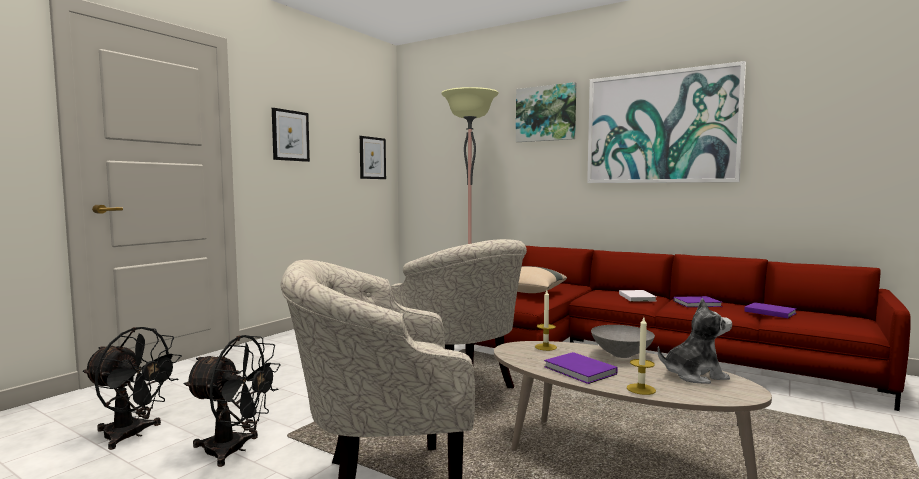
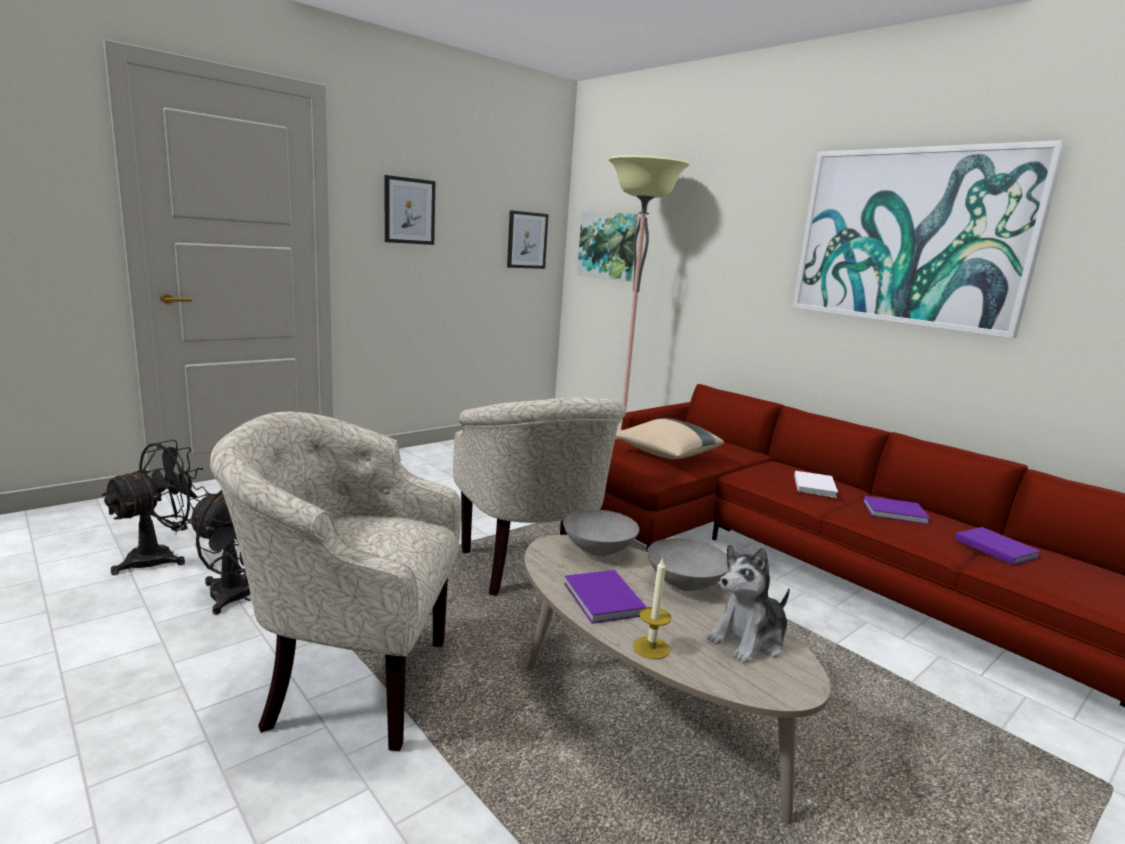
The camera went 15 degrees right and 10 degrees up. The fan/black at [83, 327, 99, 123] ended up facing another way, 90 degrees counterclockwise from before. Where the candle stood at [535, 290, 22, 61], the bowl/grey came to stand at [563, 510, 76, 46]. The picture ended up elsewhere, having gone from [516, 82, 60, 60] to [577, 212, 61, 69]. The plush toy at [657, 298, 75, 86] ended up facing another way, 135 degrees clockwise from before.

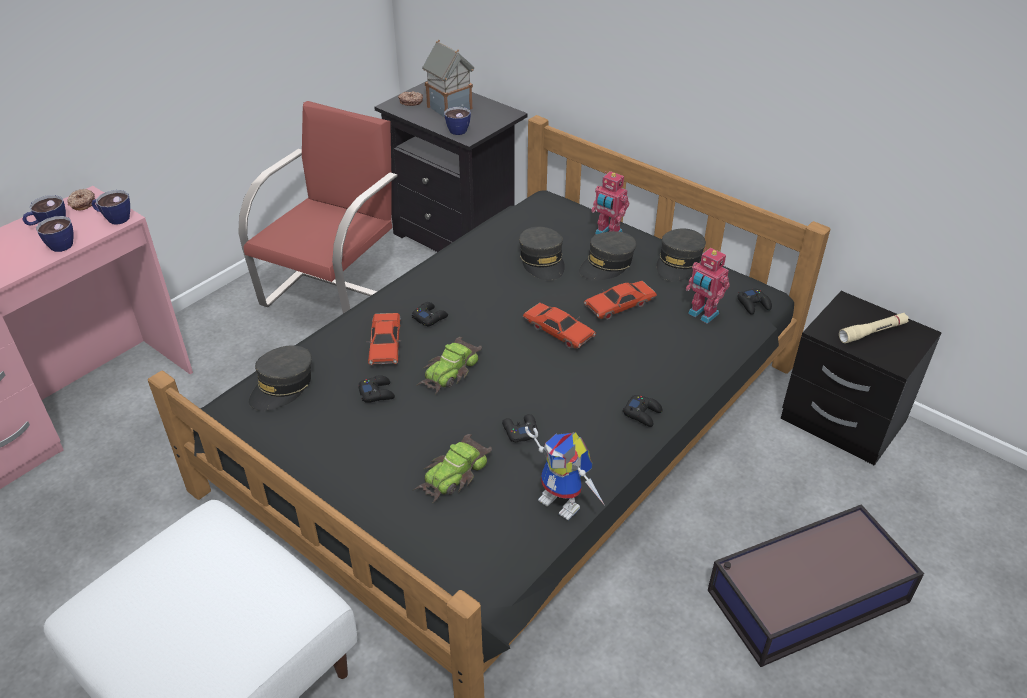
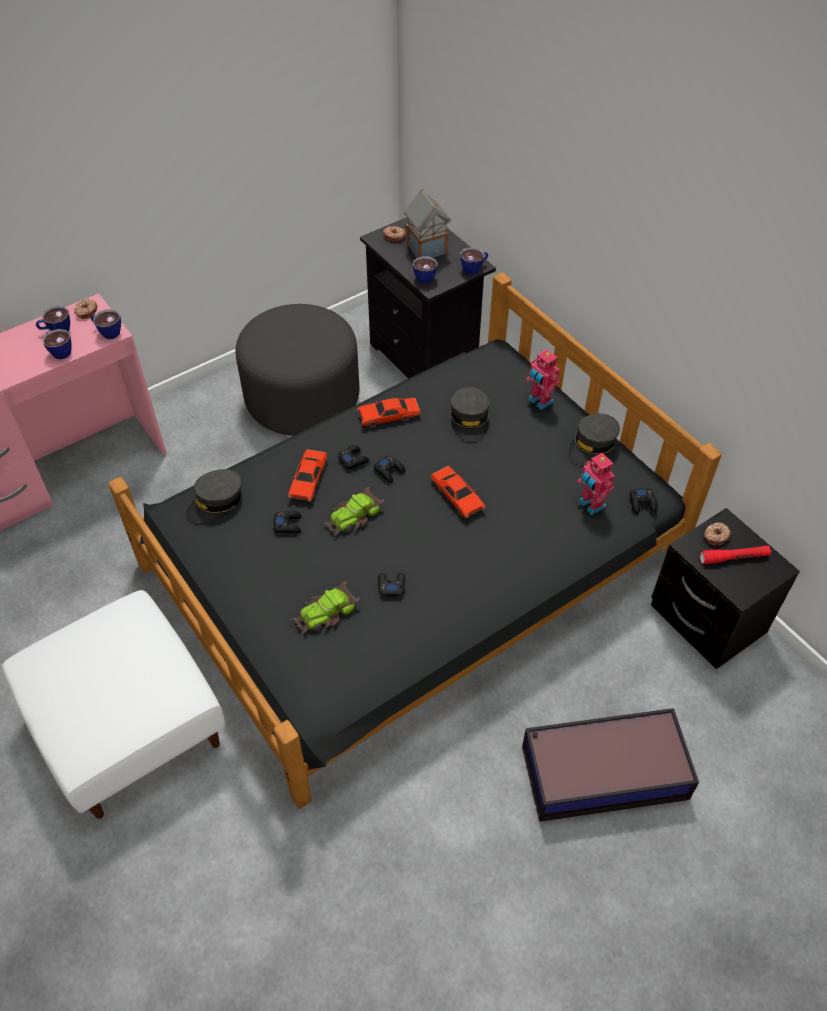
The camera went 15 degrees right and 10 degrees up. Where the chair/red stood at [238, 101, 159, 213], the ottoman/grey came to stand at [236, 304, 123, 132]. The toy car/red ended up elsewhere, having gone from [584, 281, 73, 39] to [357, 398, 64, 29]. The game controller/black ended up elsewhere, having gone from [623, 395, 39, 32] to [374, 455, 32, 28]. The second view gained the cup at [460, 247, 28, 28]. What was the flashlight/beige at [839, 313, 70, 30] turned into the flashlight/red at [700, 546, 72, 18]. The second view gained the donut at [704, 522, 27, 23]. The second view lost the toy robot at [525, 426, 79, 94]. The second view lost the cap/grey at [579, 231, 58, 49].

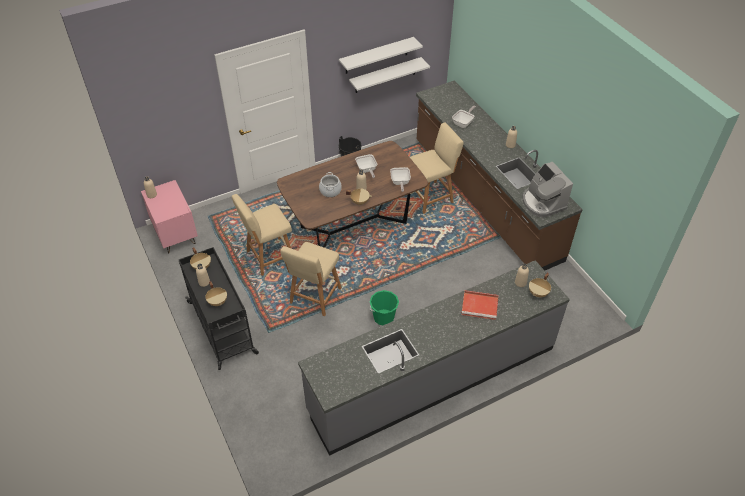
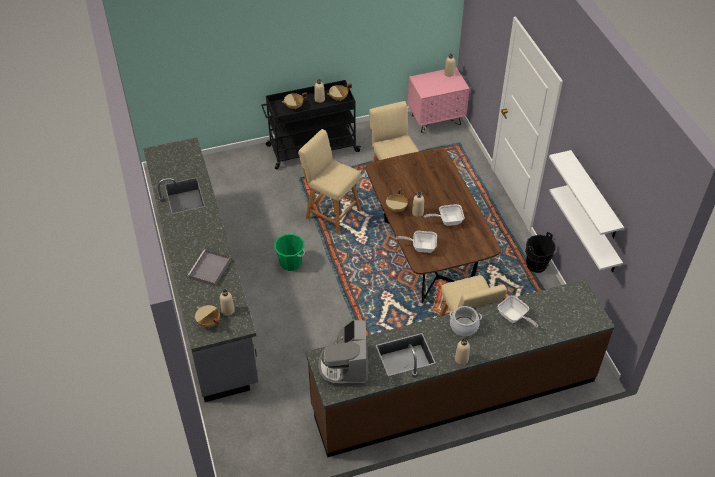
The camera went 100 degrees right and 0 degrees up. What was the tray/red at [461, 290, 38, 30] turned into the tray/grey at [187, 249, 44, 37]. The coffee machine at [522, 162, 51, 55] ended up facing another way, 75 degrees counterclockwise from before. The cooking pot ended up elsewhere, having gone from [319, 172, 23, 25] to [449, 306, 33, 30].

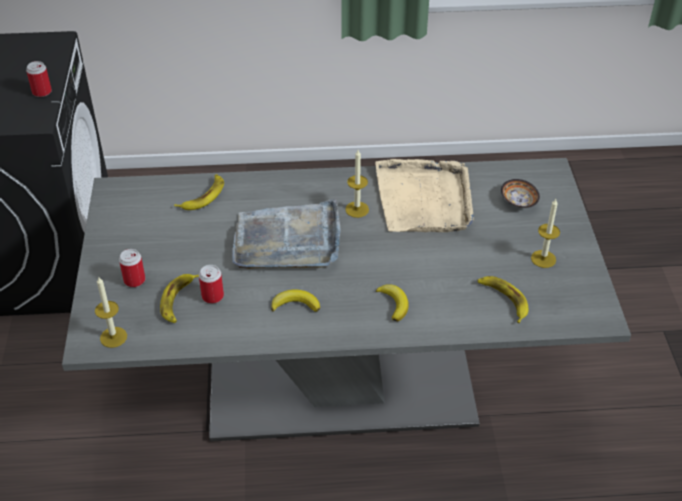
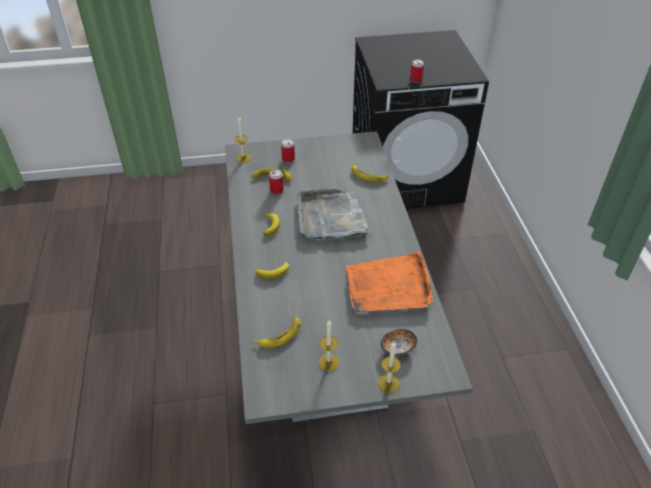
The camera went 85 degrees right and 0 degrees up. What was the tray/beige at [375, 159, 99, 73] turned into the tray/orange at [346, 251, 87, 61]. The candle ended up elsewhere, having gone from [345, 150, 24, 68] to [378, 342, 23, 51].

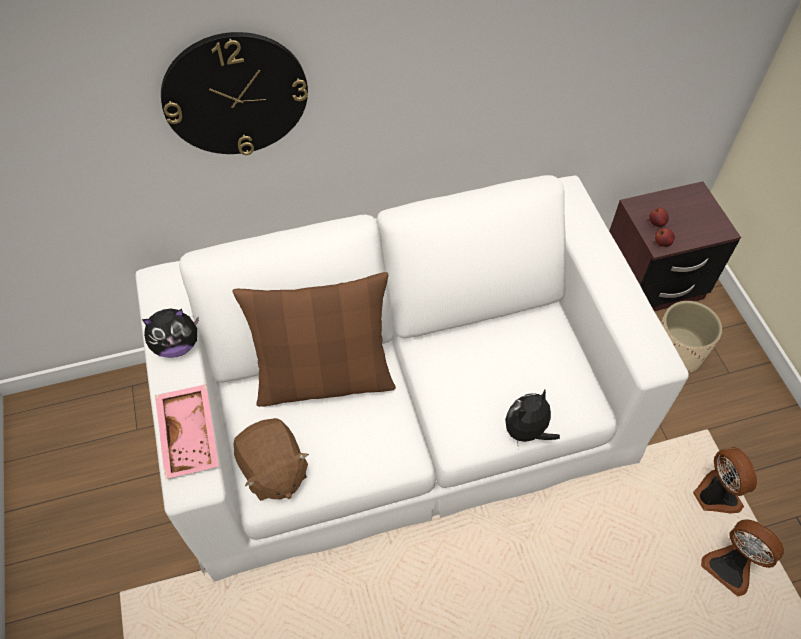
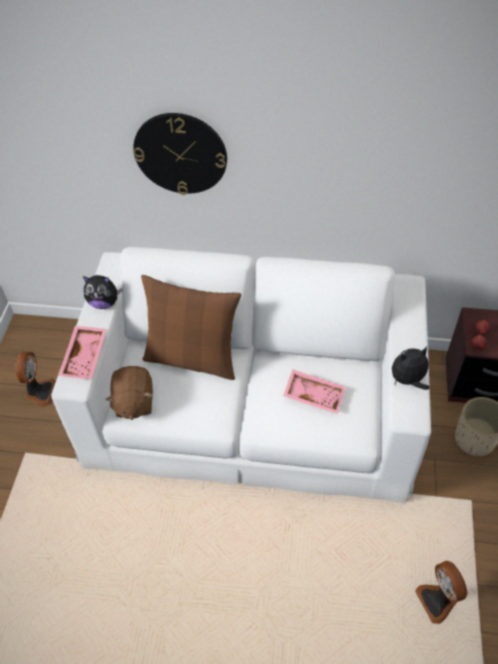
The camera went 25 degrees right and 5 degrees down. The fan ended up elsewhere, having gone from [693, 447, 64, 66] to [15, 352, 41, 55]. The second view gained the tray/pink at [283, 370, 63, 44]. The plush toy ended up elsewhere, having gone from [505, 390, 55, 53] to [392, 347, 37, 43].

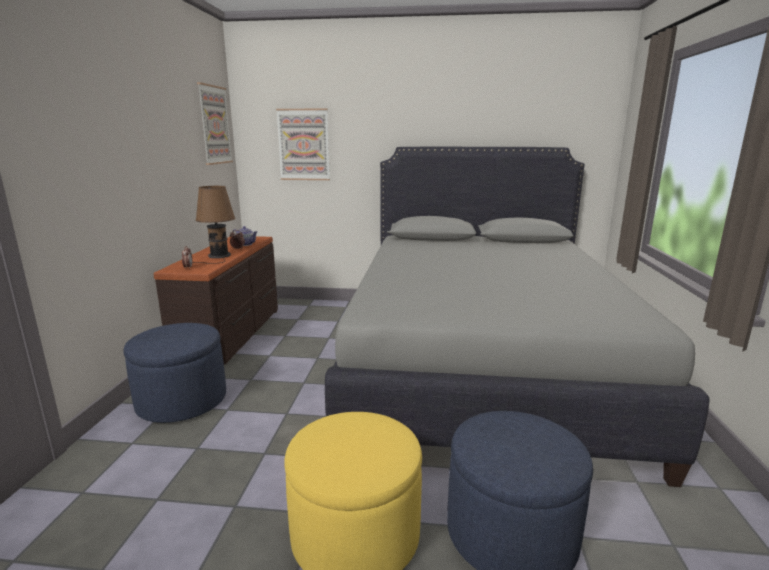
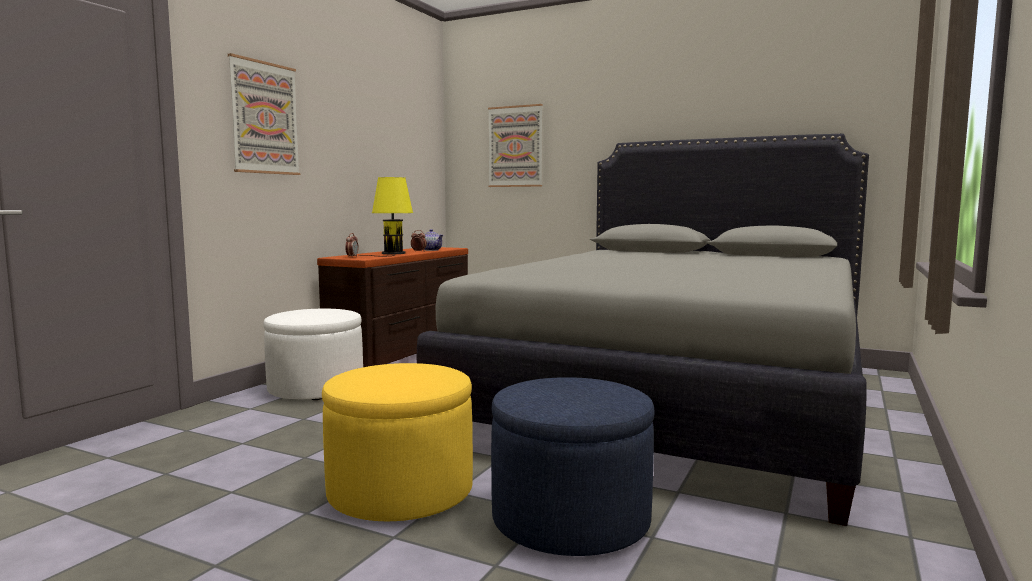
The camera went 20 degrees right and 10 degrees down. The picture ended up elsewhere, having gone from [197, 82, 36, 83] to [228, 53, 72, 122]. What was the ottoman/blue at [124, 323, 102, 100] turned into the ottoman/white at [263, 309, 100, 91]. What was the table lamp/brown at [193, 186, 43, 78] turned into the table lamp/yellow at [359, 177, 54, 79].

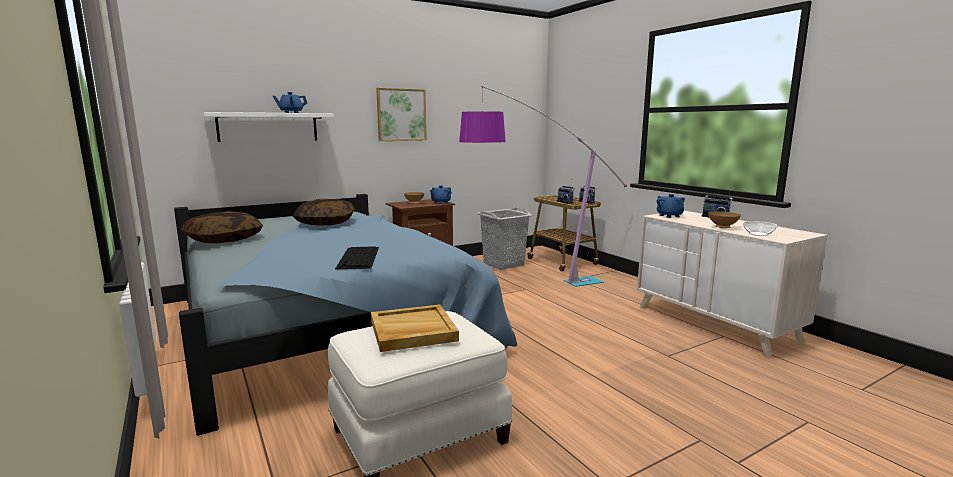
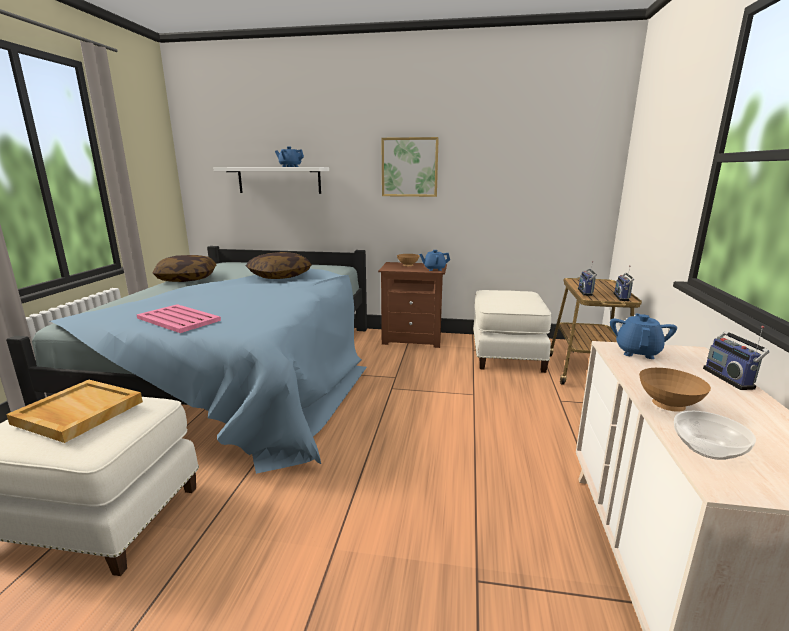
The camera went 40 degrees right and 5 degrees up. Where the keyboard stood at [335, 246, 44, 23], the tray/pink came to stand at [136, 304, 85, 29]. Where the laundry basket/grey stood at [477, 208, 56, 62], the ottoman/white came to stand at [473, 290, 78, 83]. The second view lost the floor lamp at [459, 86, 168, 201].

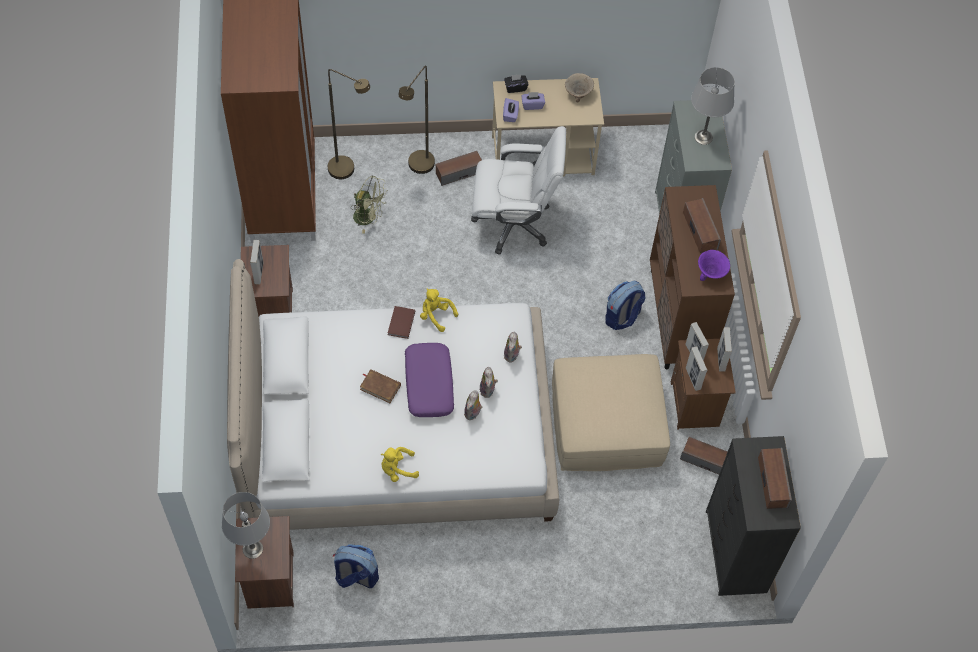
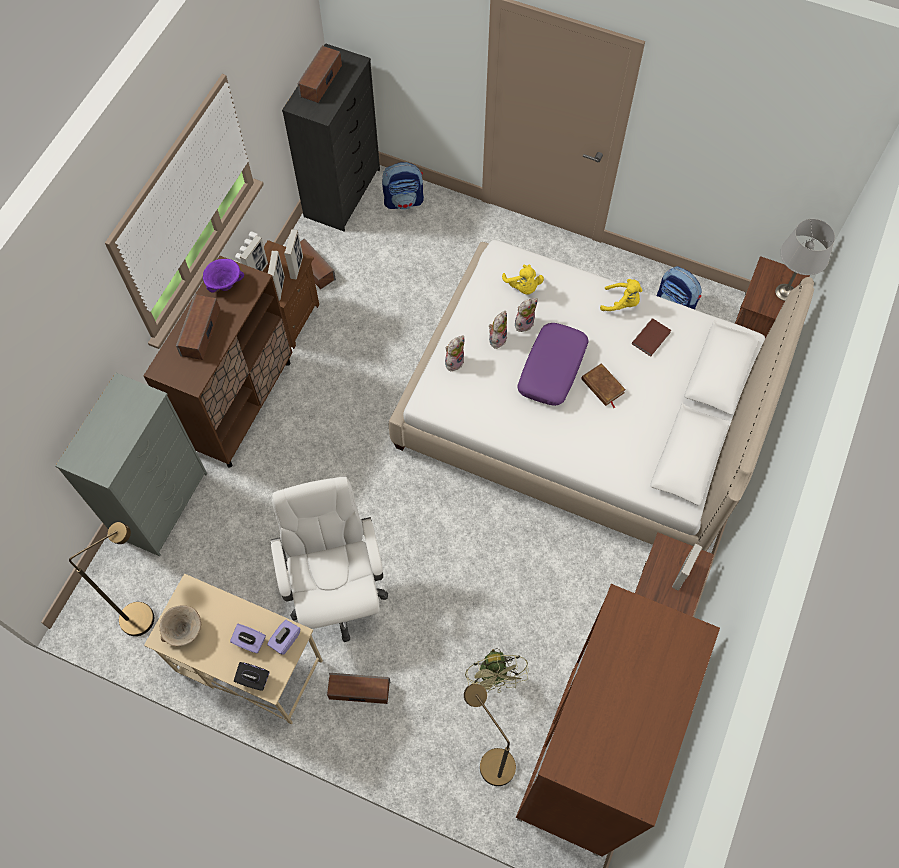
The camera went 150 degrees left and 5 degrees up. The floor lamp/brown ended up elsewhere, having gone from [398, 66, 37, 108] to [69, 522, 85, 114]. The office chair/white at [471, 126, 95, 129] ended up facing another way, 45 degrees clockwise from before. The backpack ended up elsewhere, having gone from [605, 281, 40, 49] to [382, 162, 42, 47]. The fan/green at [350, 176, 38, 57] ended up facing another way, 150 degrees counterclockwise from before. The plush toy/yellow ended up elsewhere, having gone from [420, 289, 38, 43] to [502, 265, 42, 30]. The book/brown ended up elsewhere, having gone from [388, 306, 28, 33] to [632, 318, 39, 39]. The second view lost the ottoman/beige at [552, 354, 118, 117]. The second view lost the table lamp/grey at [691, 67, 44, 78].

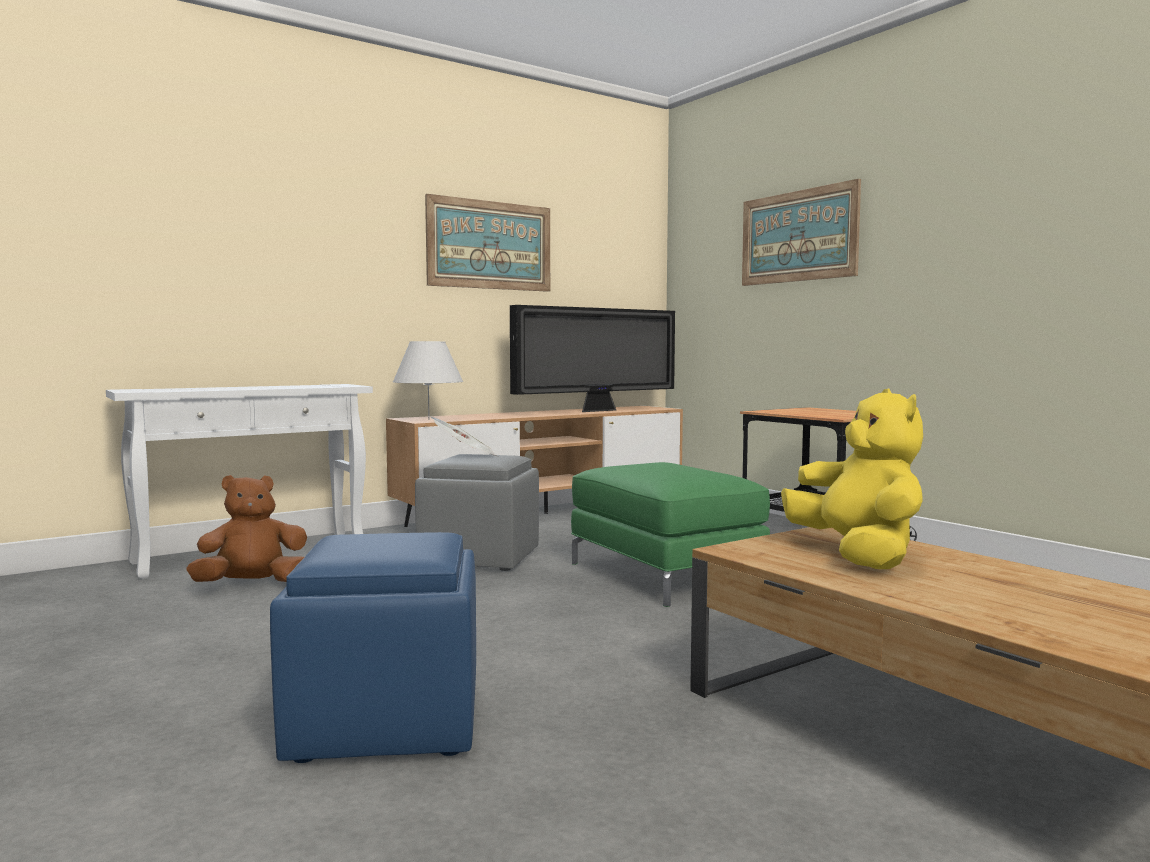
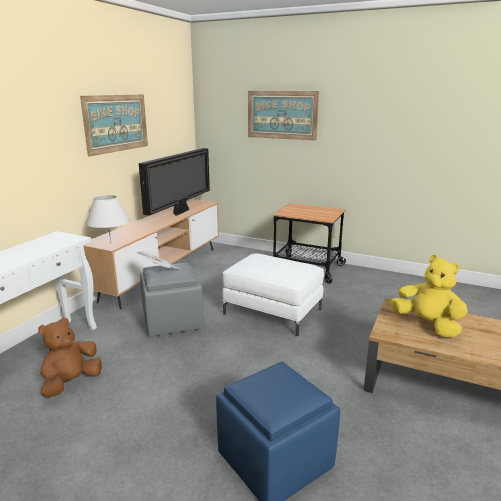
The camera went 30 degrees left and 15 degrees up. What was the ottoman/green at [571, 462, 199, 145] turned into the ottoman/white at [222, 254, 102, 83].

